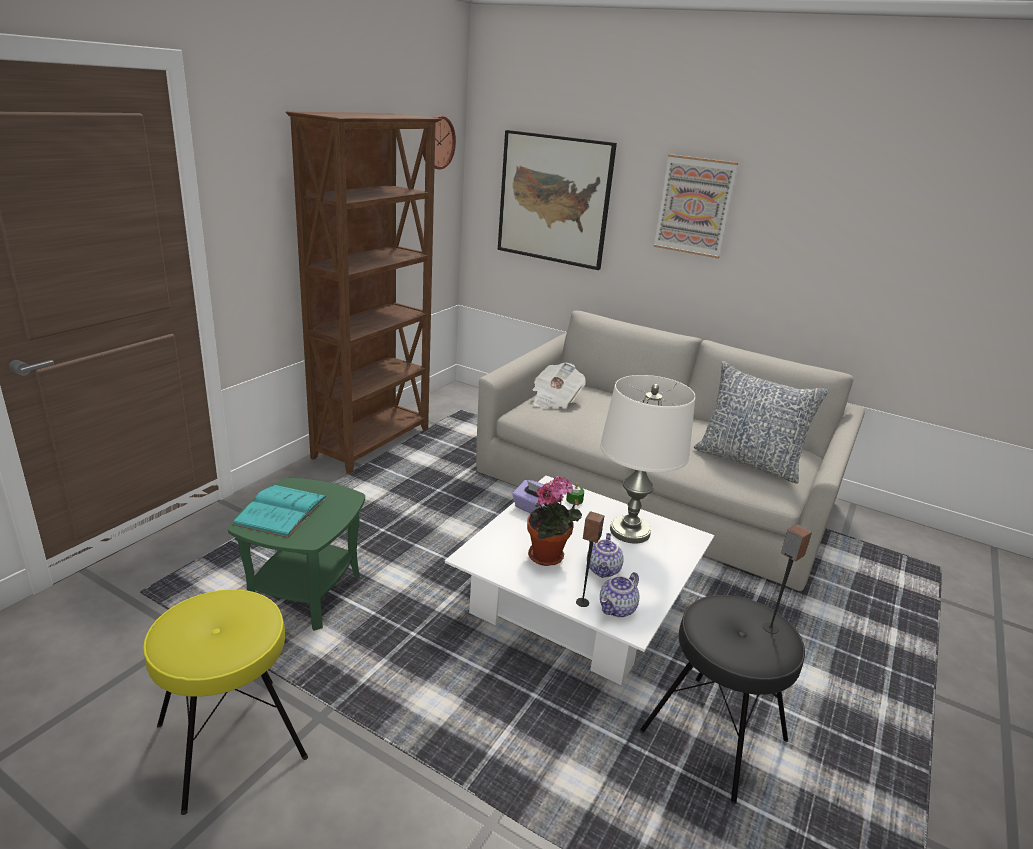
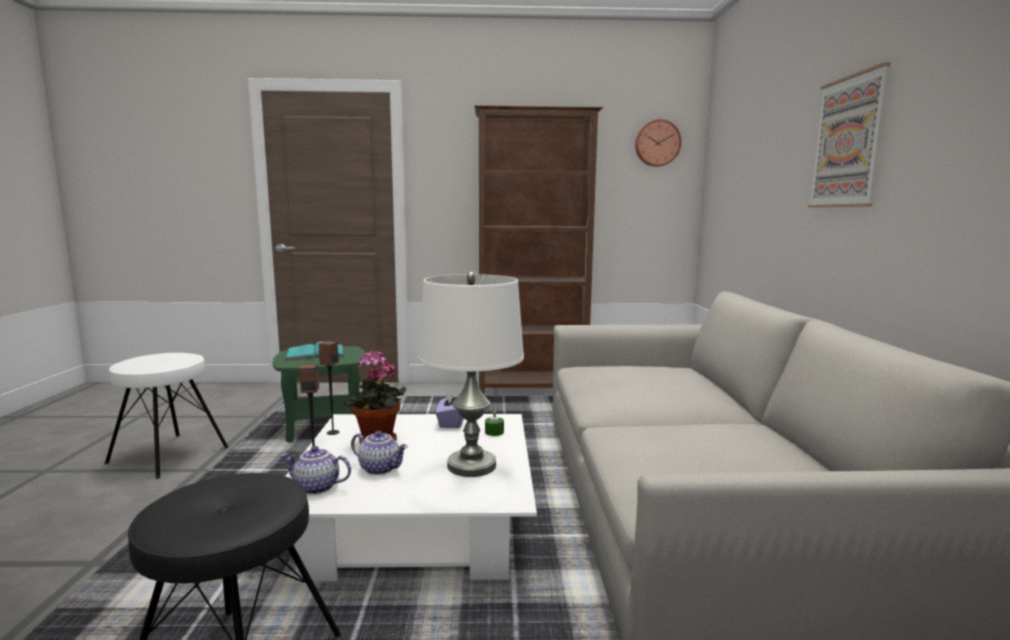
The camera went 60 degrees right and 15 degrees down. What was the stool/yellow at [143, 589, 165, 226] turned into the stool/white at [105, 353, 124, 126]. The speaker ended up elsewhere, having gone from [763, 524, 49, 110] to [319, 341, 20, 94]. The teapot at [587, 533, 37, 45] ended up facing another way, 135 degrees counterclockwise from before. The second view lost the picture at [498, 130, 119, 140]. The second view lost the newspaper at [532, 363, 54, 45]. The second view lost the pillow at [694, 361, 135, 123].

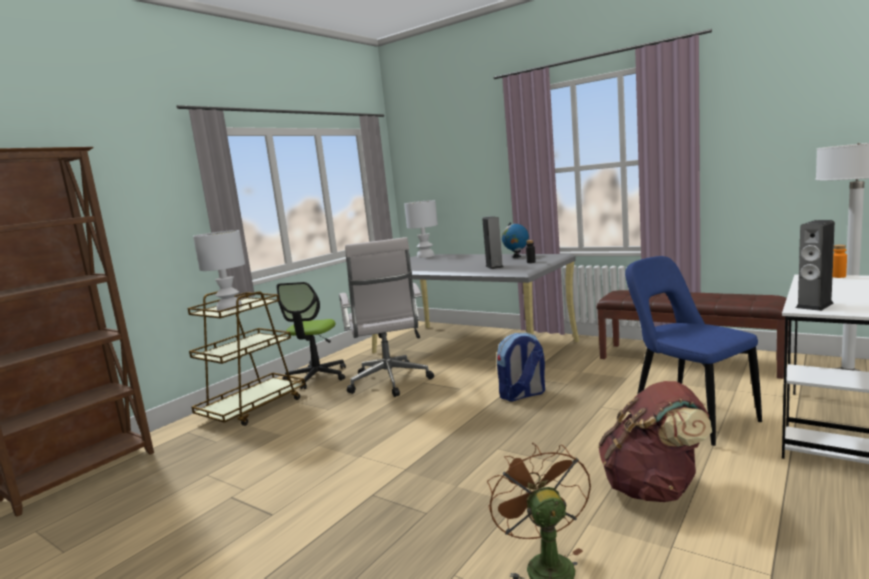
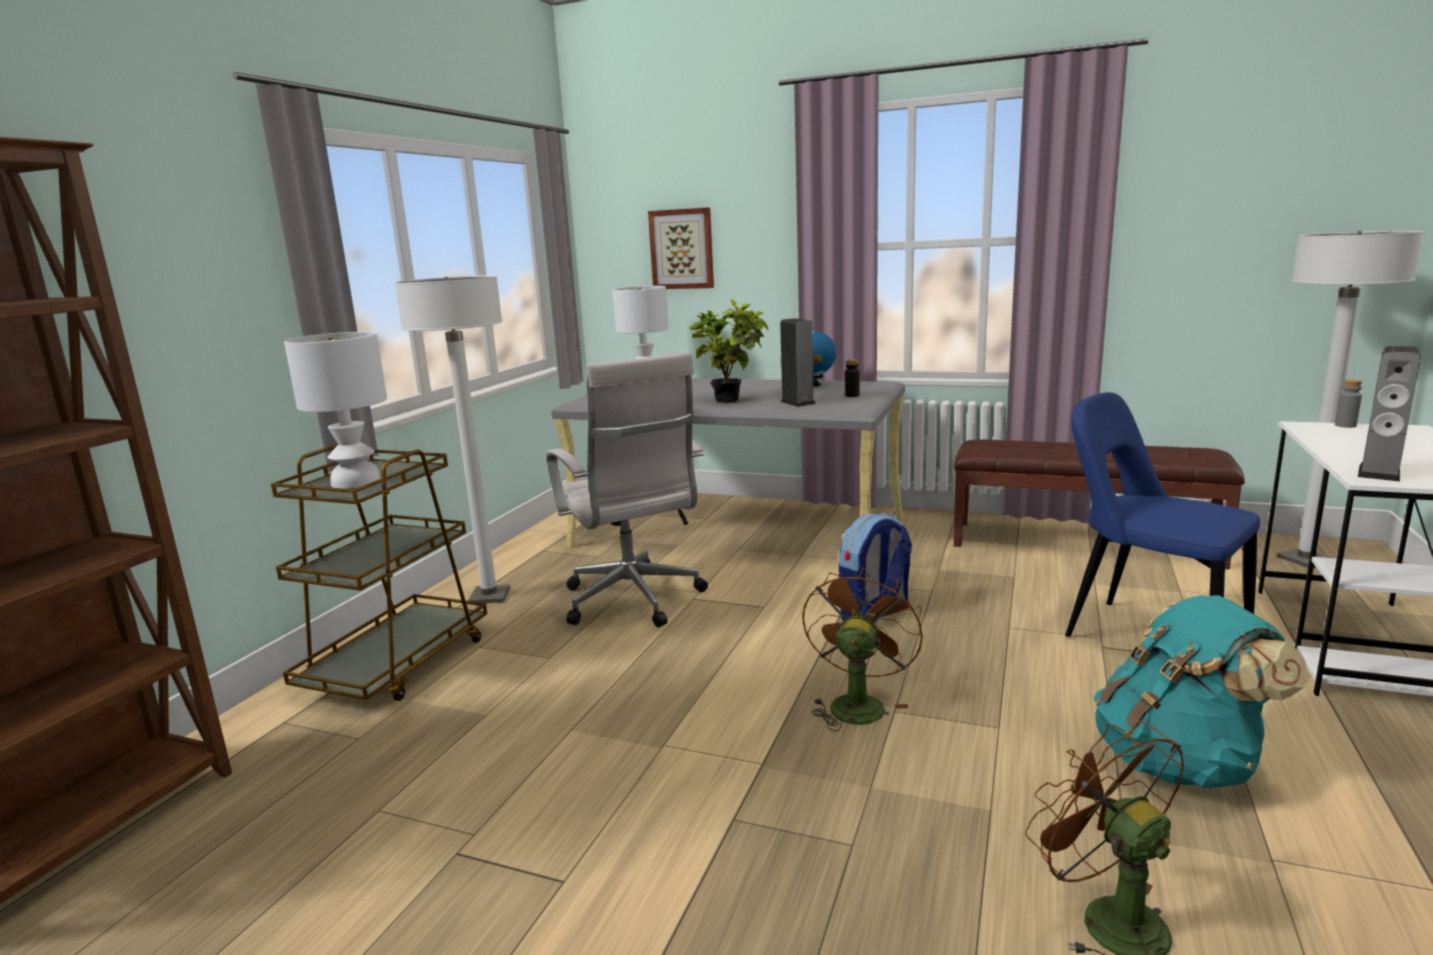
The camera went 15 degrees left and 5 degrees up. Where the office chair stood at [276, 282, 70, 107], the floor lamp/white came to stand at [394, 275, 116, 328]. The second view gained the picture at [648, 208, 66, 81]. The second view gained the potted plant at [689, 299, 79, 104]. The second view gained the fan/brown at [802, 566, 121, 165]. What was the backpack/brown at [598, 381, 114, 121] turned into the backpack/turquoise at [1094, 595, 215, 193]. What was the bottle/orange at [833, 245, 14, 33] turned into the bottle/grey at [1335, 379, 27, 49].

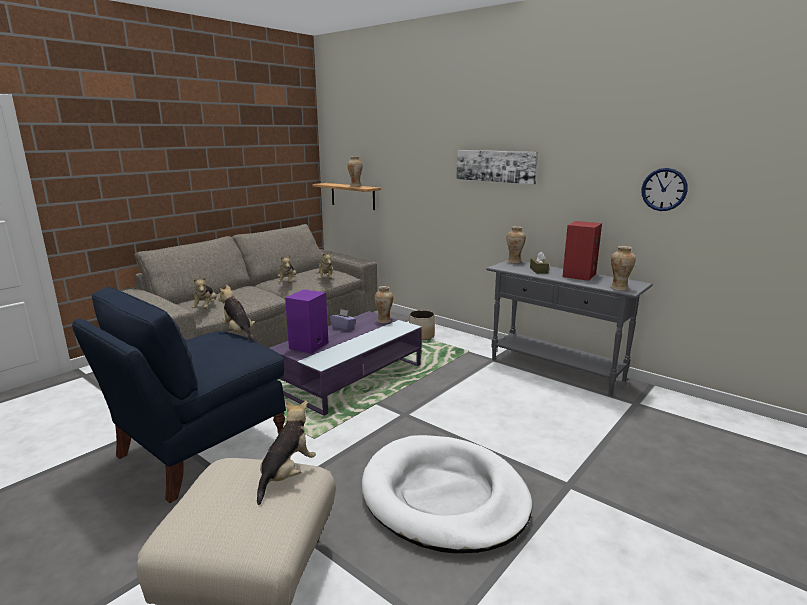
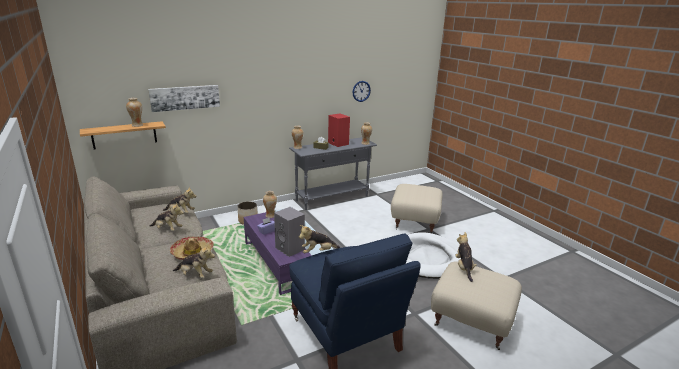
The camera went 70 degrees left and 5 degrees up. The picture ended up elsewhere, having gone from [456, 150, 82, 34] to [148, 85, 72, 27]. The second view gained the hat at [170, 237, 44, 23]. What was the speaker/purple at [285, 289, 43, 65] turned into the speaker/grey at [274, 207, 31, 50]. The second view gained the ottoman/beige at [391, 184, 52, 49]. The plush toy at [257, 401, 59, 104] ended up facing another way, 45 degrees clockwise from before.

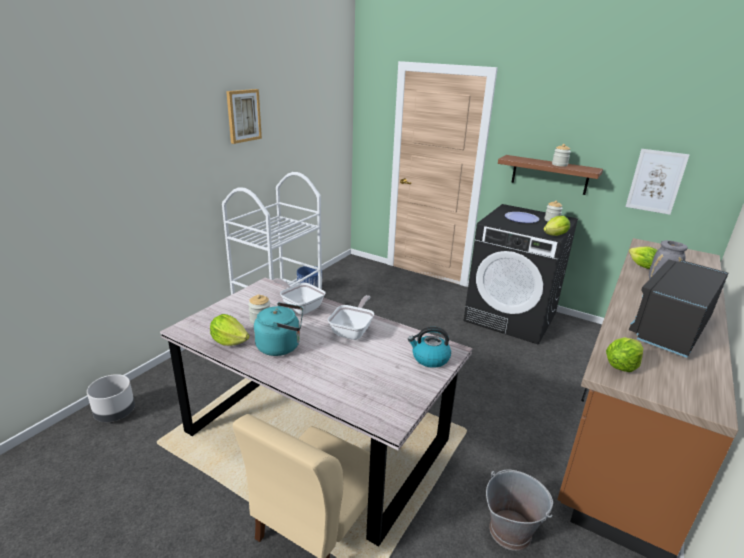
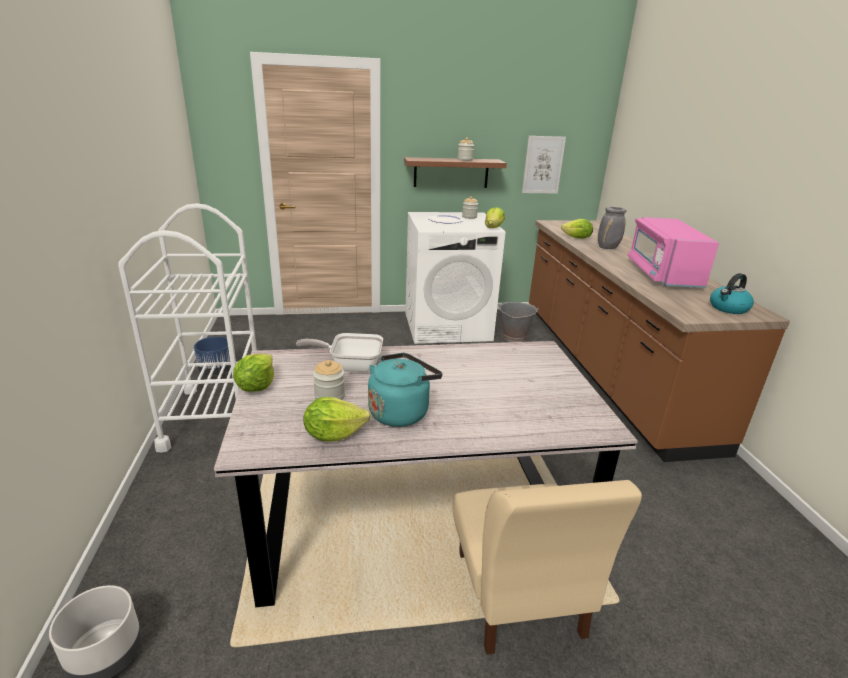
The camera went 40 degrees left and 0 degrees up. The lettuce ended up elsewhere, having gone from [606, 337, 37, 35] to [233, 354, 41, 38]. What was the washing machine/black at [463, 204, 115, 141] turned into the washing machine/white at [405, 212, 100, 132]. The bucket/grey ended up elsewhere, having gone from [486, 469, 67, 82] to [498, 302, 41, 40]. What was the microwave/black at [629, 259, 99, 99] turned into the microwave/pink at [628, 217, 91, 71]. The kettle ended up elsewhere, having gone from [408, 327, 43, 41] to [710, 273, 44, 41]. The second view lost the picture at [226, 89, 36, 55]. The second view lost the frying pan at [328, 295, 46, 45].

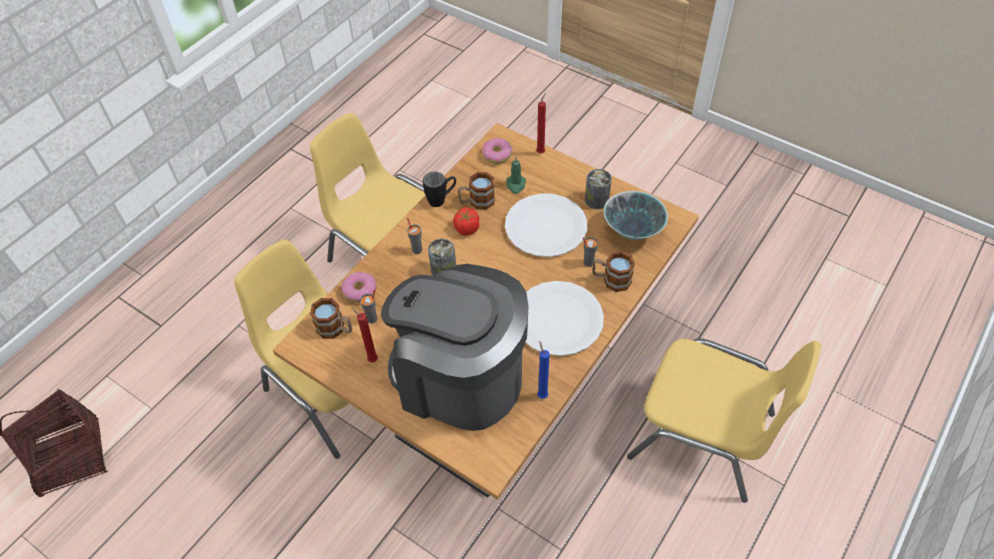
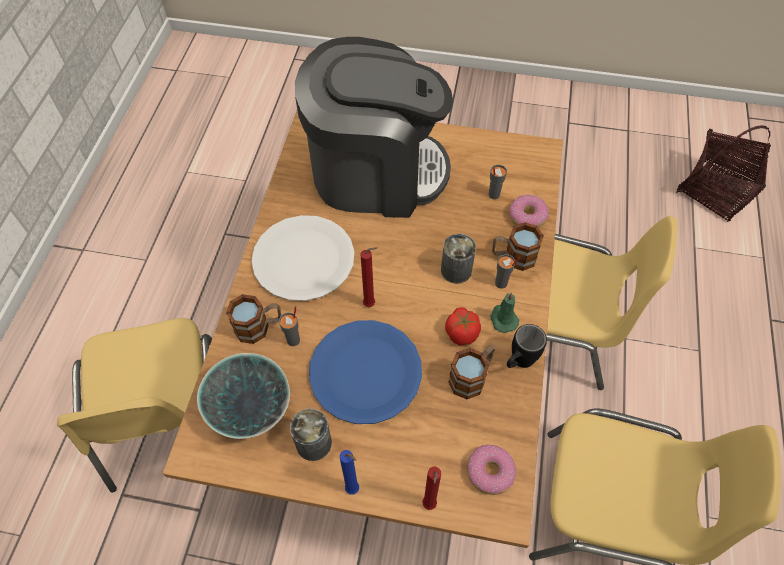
The camera went 155 degrees right and 5 degrees up. The chair/yellow at [627, 338, 195, 165] ended up facing another way, 105 degrees counterclockwise from before. What was the plate/white at [505, 193, 82, 64] turned into the plate/blue at [309, 320, 113, 104]. The candle/blue ended up elsewhere, having gone from [537, 341, 13, 58] to [340, 450, 19, 45]. The candle/red ended up elsewhere, having gone from [352, 308, 26, 54] to [360, 247, 17, 60]. The candle/green ended up elsewhere, having gone from [507, 157, 19, 37] to [490, 292, 30, 41]. The mug ended up elsewhere, having gone from [310, 298, 42, 41] to [492, 222, 52, 49].

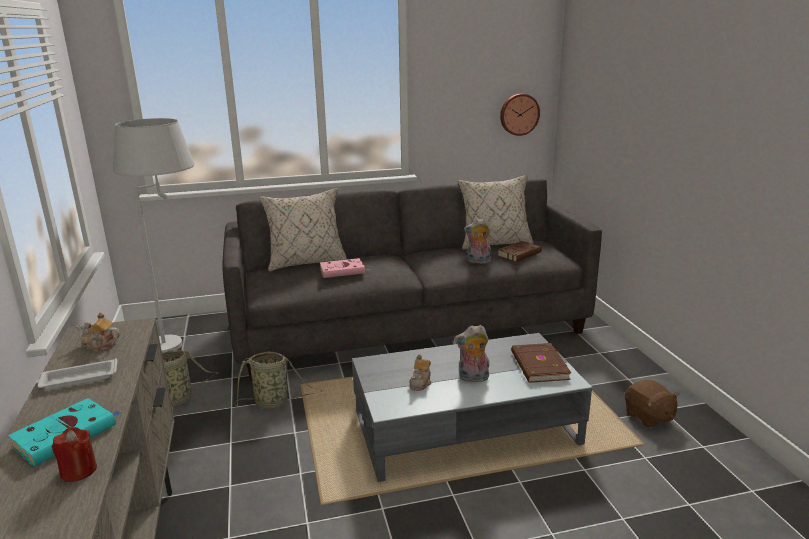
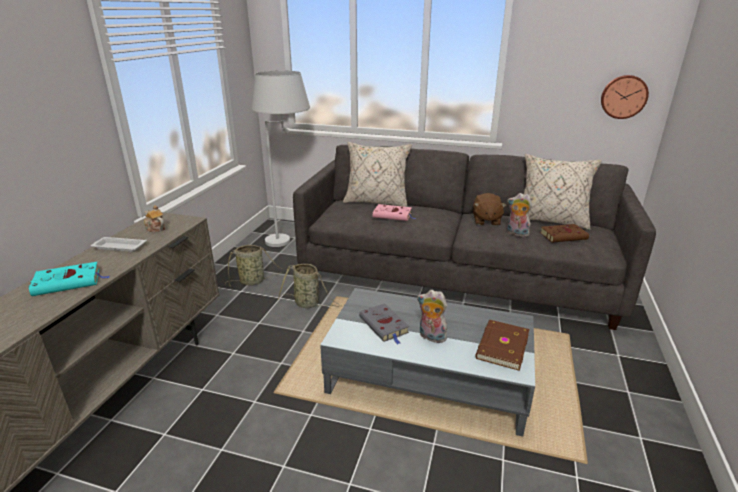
The camera went 30 degrees right and 5 degrees up. Where the teapot stood at [409, 355, 23, 36], the book/grey came to stand at [359, 303, 50, 42]. The plush toy/brown ended up elsewhere, having gone from [625, 380, 55, 48] to [473, 193, 33, 32]. The second view lost the candle/red at [52, 427, 45, 55].

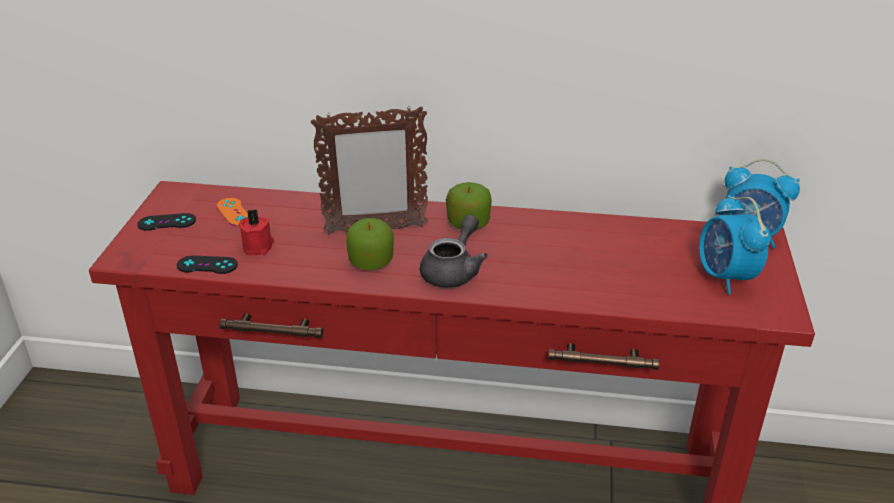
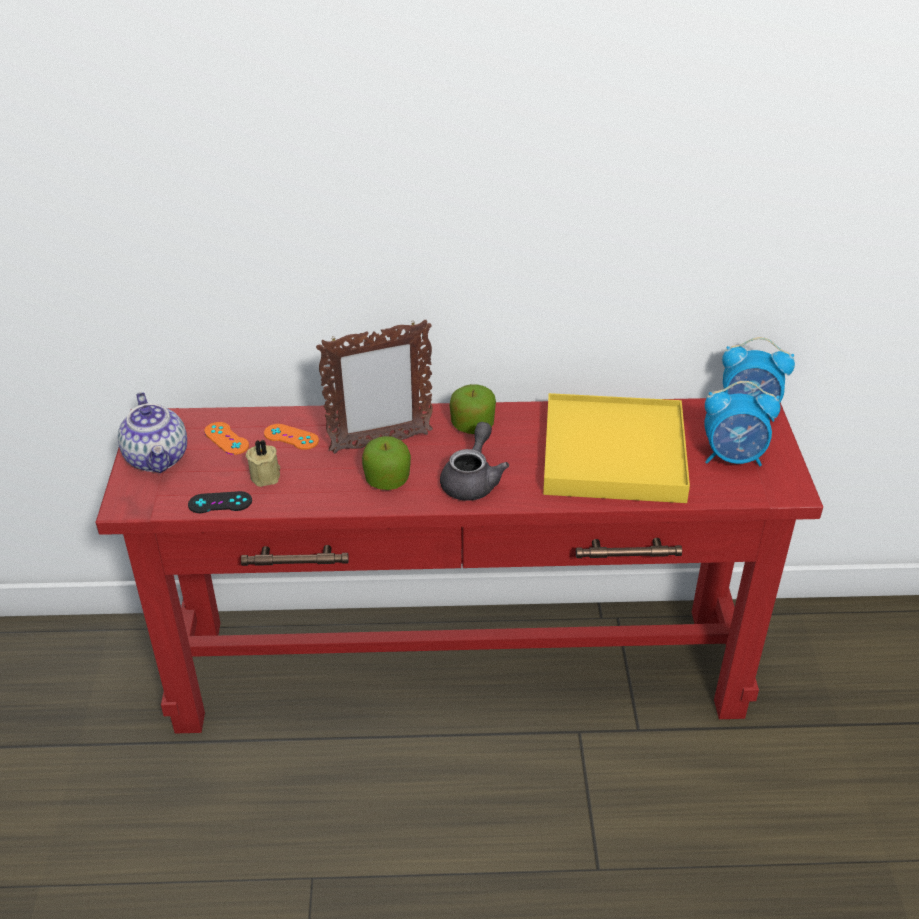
The camera went 10 degrees left and 5 degrees up. Where the game controller/black stood at [137, 213, 59, 18], the teapot came to stand at [118, 392, 69, 81]. What was the candle/red at [239, 209, 35, 46] turned into the candle/beige at [246, 440, 34, 47]. The second view gained the game controller/orange at [264, 424, 55, 26]. The second view gained the tray/yellow at [543, 393, 147, 110]. The alarm clock at [699, 195, 72, 99] ended up facing another way, 60 degrees counterclockwise from before.

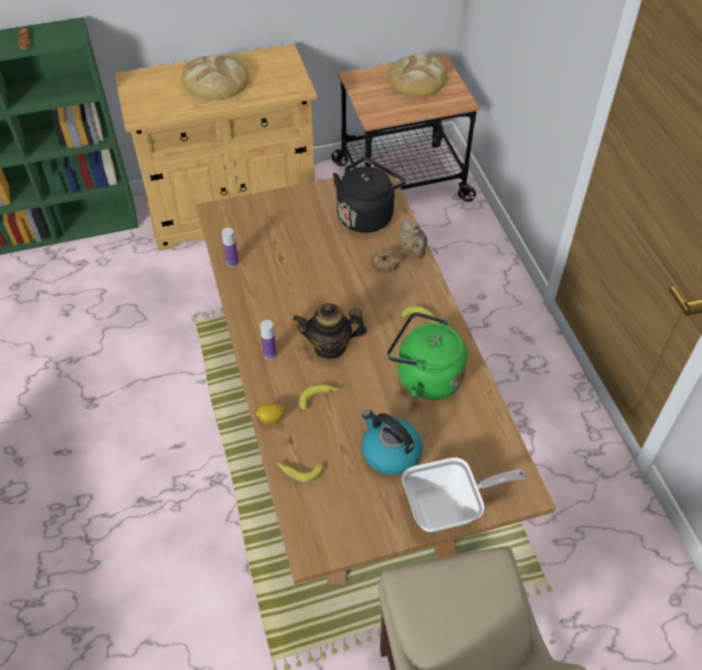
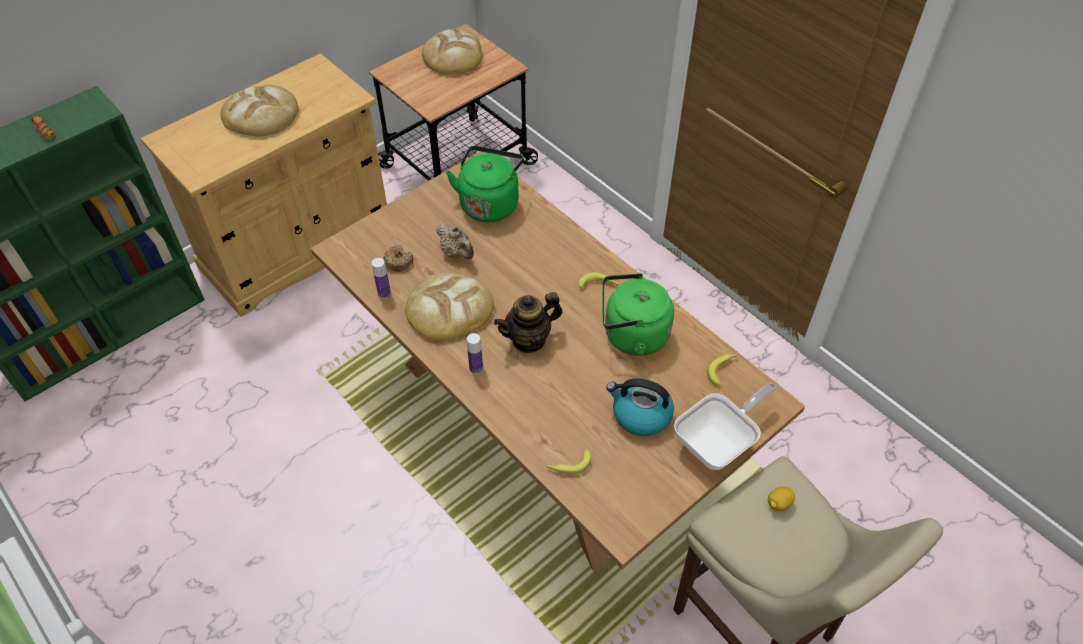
The camera went 25 degrees left and 0 degrees up. The donut ended up elsewhere, having gone from [371, 248, 28, 25] to [383, 245, 30, 27]. The second view gained the bread at [405, 272, 89, 69]. The teapot/beige ended up elsewhere, having gone from [400, 219, 28, 39] to [436, 224, 38, 35]. What was the kettle/black at [333, 157, 73, 76] turned into the kettle/green at [446, 146, 78, 76]. The banana ended up elsewhere, having gone from [299, 385, 41, 25] to [707, 354, 30, 31]. The lemon ended up elsewhere, having gone from [256, 403, 28, 21] to [768, 487, 27, 25].

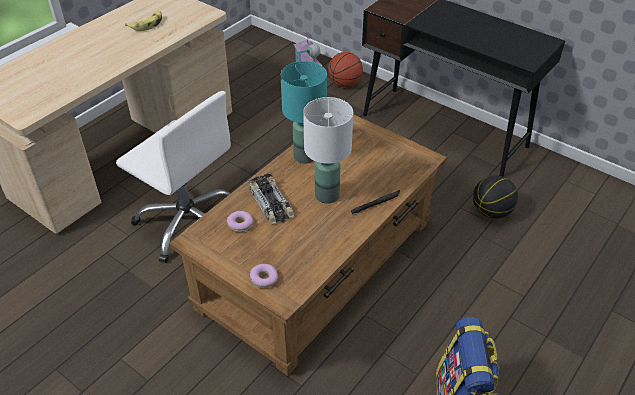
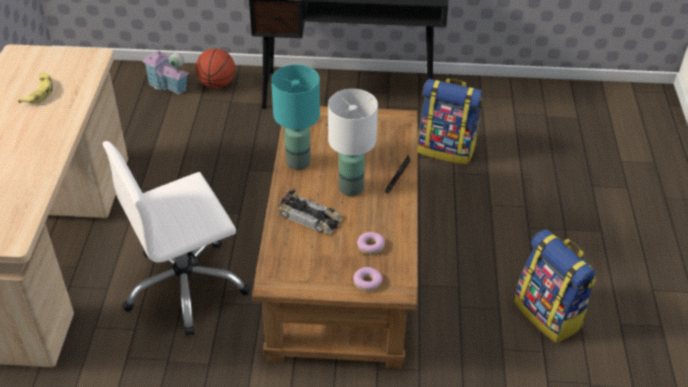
The camera went 35 degrees left and 0 degrees up. The office chair/white at [116, 91, 115, 172] ended up facing another way, 150 degrees clockwise from before. The donut ended up elsewhere, having gone from [227, 211, 26, 21] to [357, 232, 28, 22]. Where the basketball stood at [473, 175, 45, 44], the backpack came to stand at [418, 79, 64, 85].

